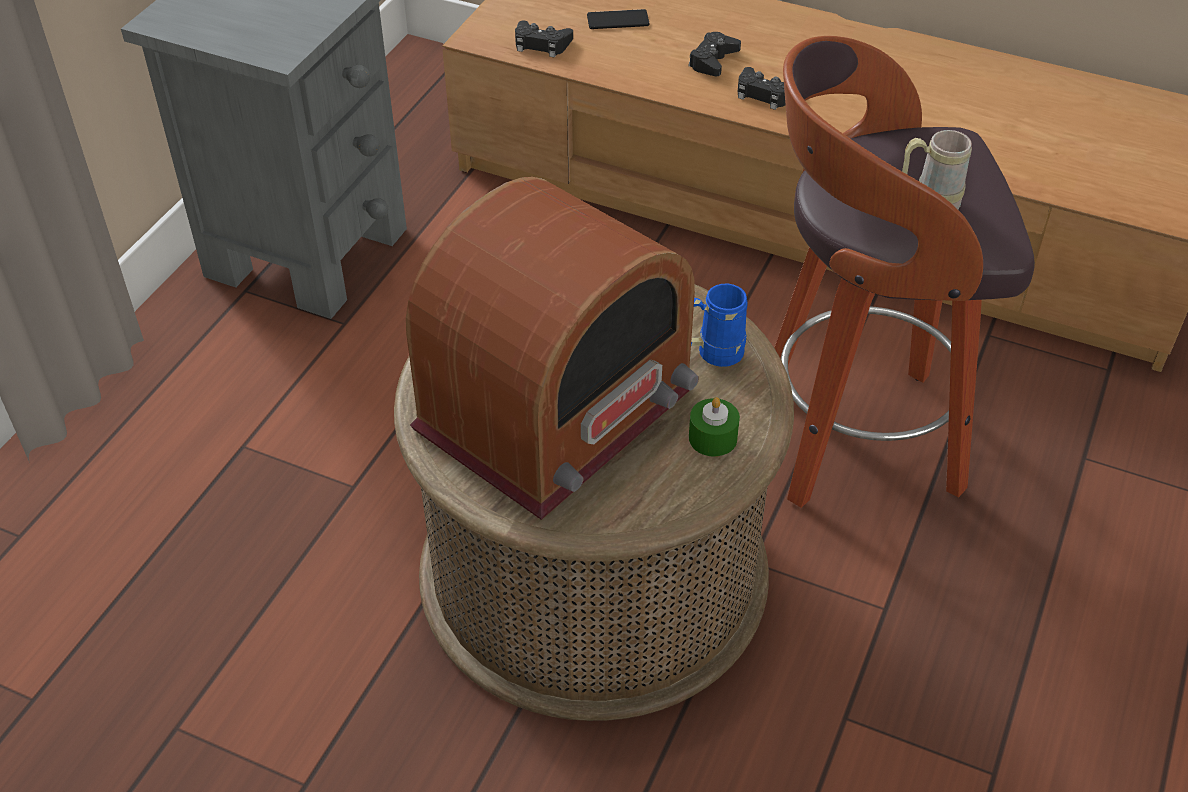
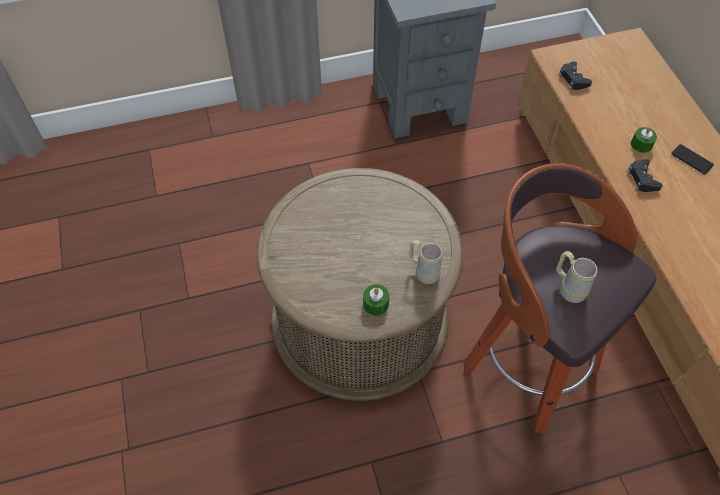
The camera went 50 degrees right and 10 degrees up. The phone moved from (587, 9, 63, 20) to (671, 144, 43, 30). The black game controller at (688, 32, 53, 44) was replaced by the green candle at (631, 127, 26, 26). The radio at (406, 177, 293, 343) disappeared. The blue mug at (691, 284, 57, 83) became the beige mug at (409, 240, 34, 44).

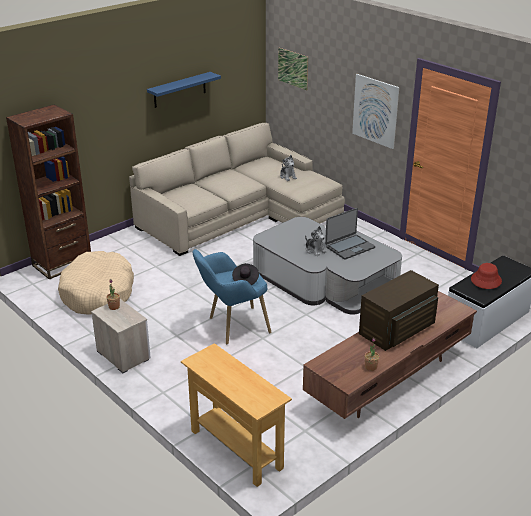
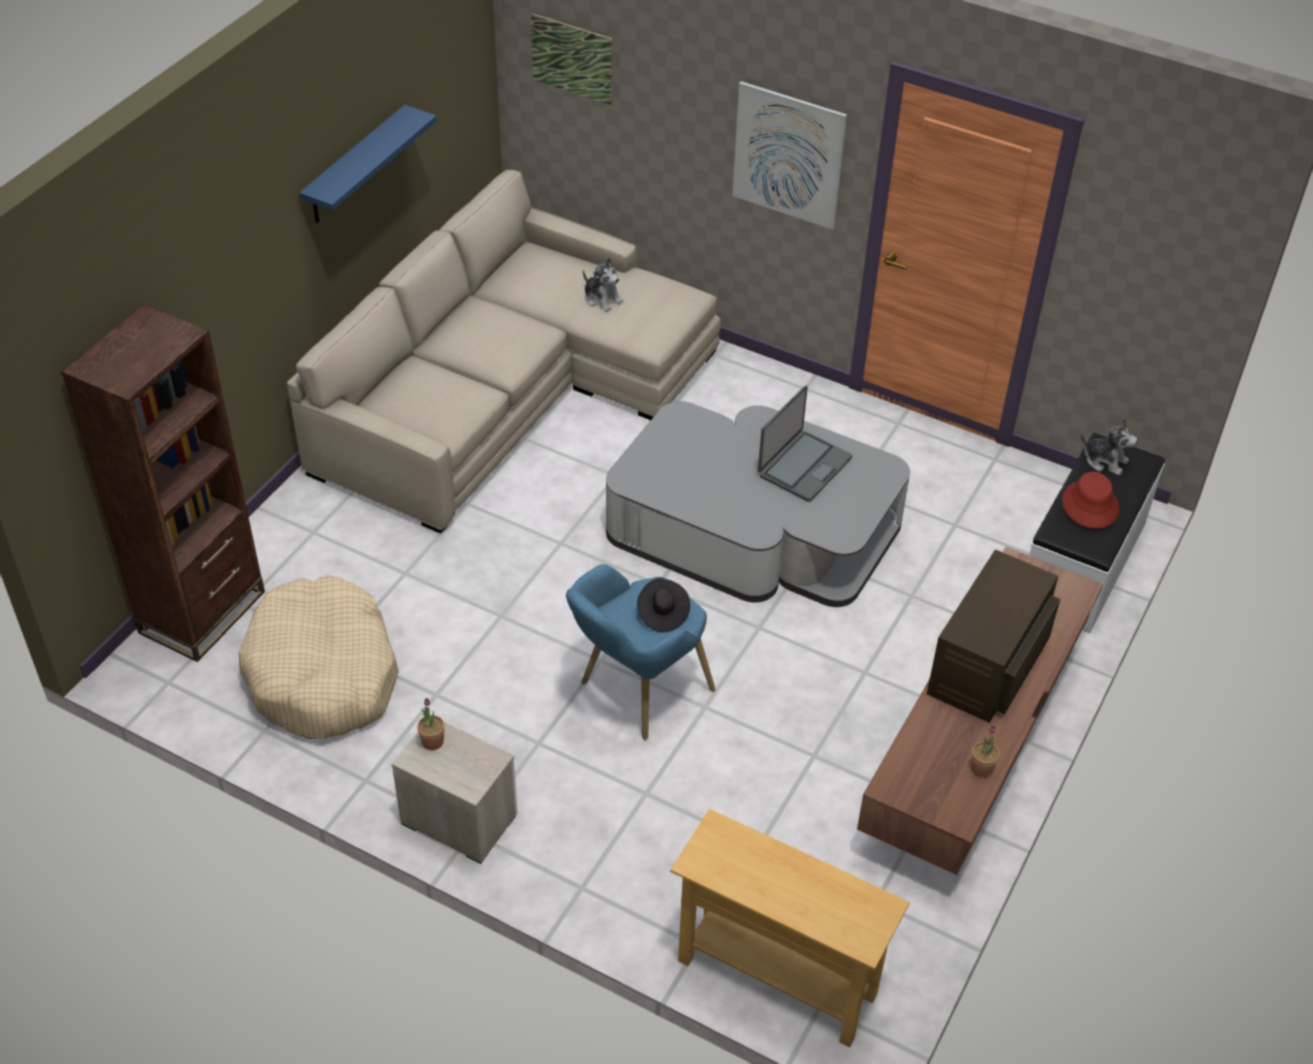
The camera went 20 degrees left and 15 degrees up. The plush toy moved from (305, 226, 22, 30) to (1081, 419, 57, 56).

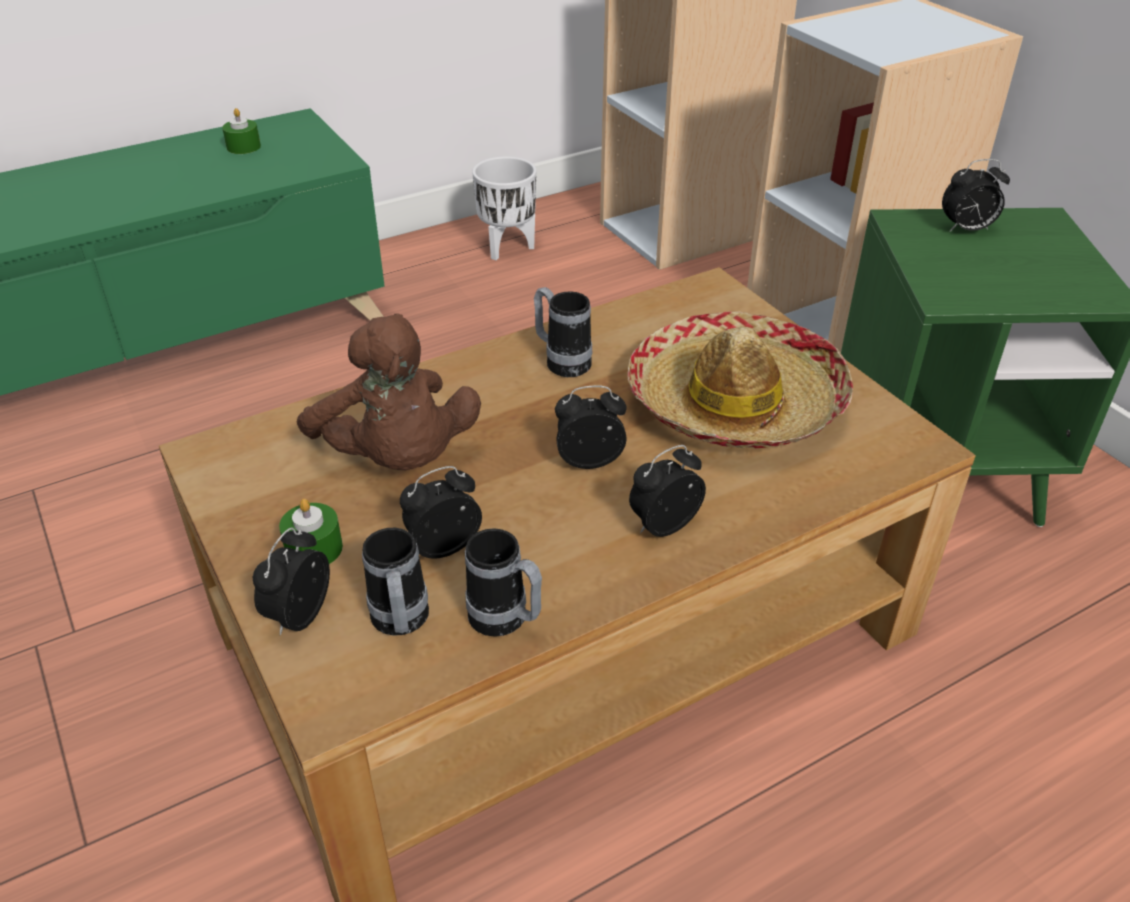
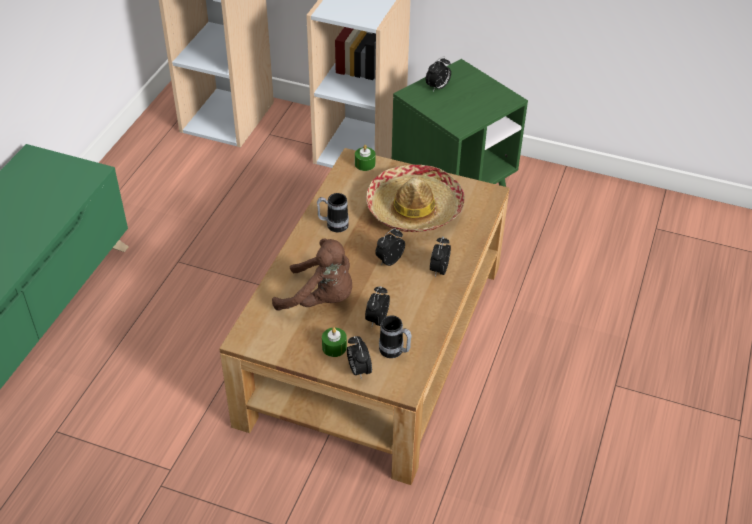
The camera went 40 degrees left and 5 degrees up. The green candle moved from (222, 108, 39, 46) to (355, 145, 20, 26). The white planter at (472, 157, 64, 103) disappeared. The mug at (465, 528, 77, 109) disappeared.

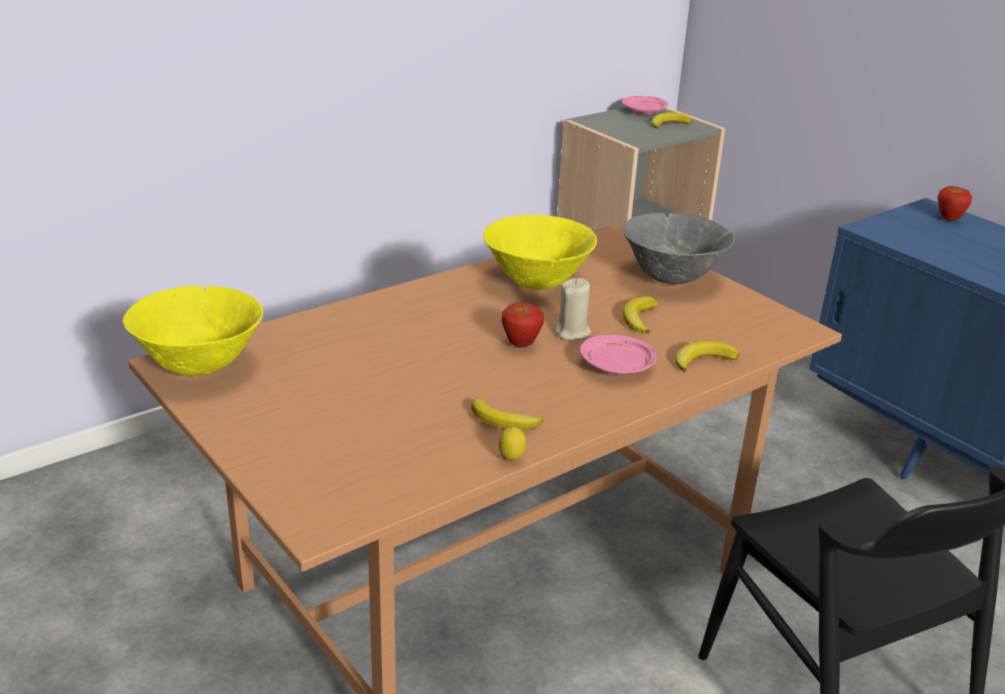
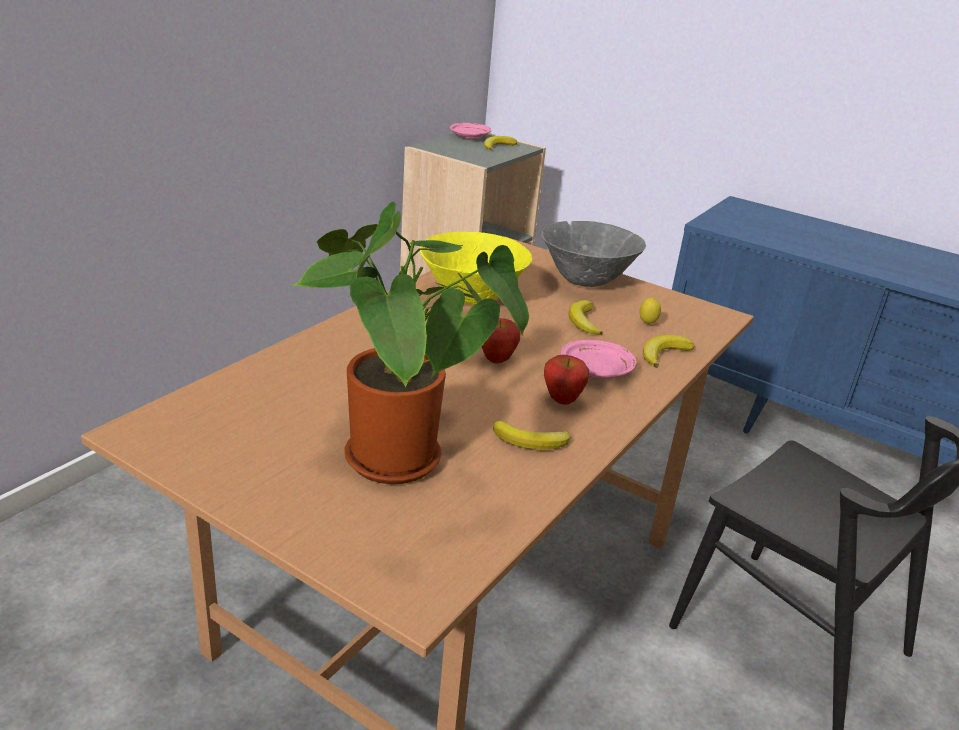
The camera went 20 degrees left and 0 degrees up. The apple moved from (938, 186, 34, 35) to (544, 355, 45, 50). The beige candle at (554, 278, 37, 62) disappeared. The yellow bowl at (123, 286, 141, 90) disappeared. The lemon moved from (499, 427, 27, 34) to (639, 297, 22, 28). The potted plant at (291, 202, 238, 282) appeared.

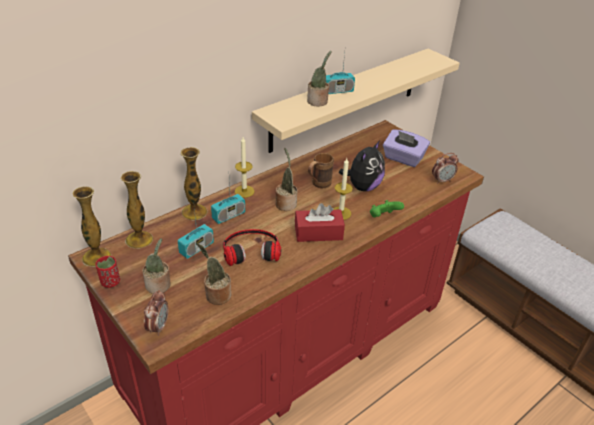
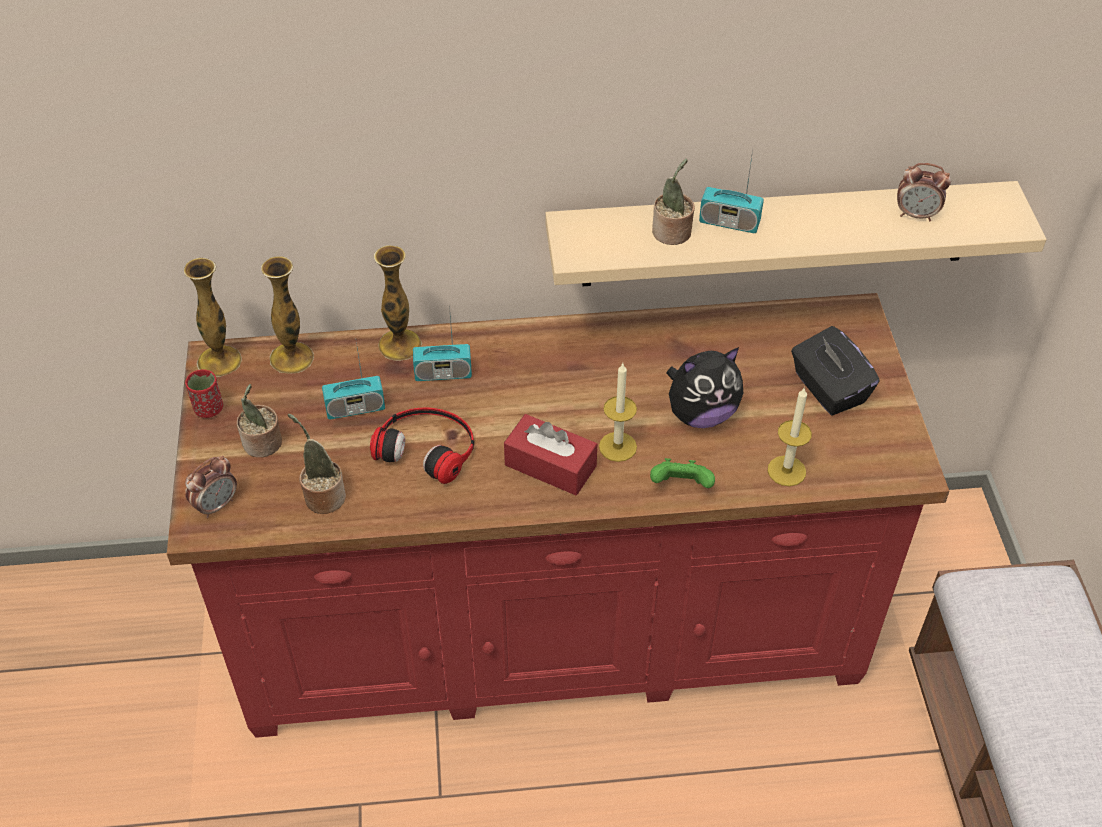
The camera went 35 degrees right and 10 degrees up. The purple tissue box at (383, 130, 47, 37) became the black tissue box at (791, 326, 88, 90). The candle moved from (235, 137, 19, 61) to (768, 387, 44, 99). The potted plant at (276, 148, 21, 63) disappeared. The brown mug at (308, 153, 26, 35) disappeared. The alarm clock moved from (432, 153, 27, 31) to (897, 163, 54, 58).

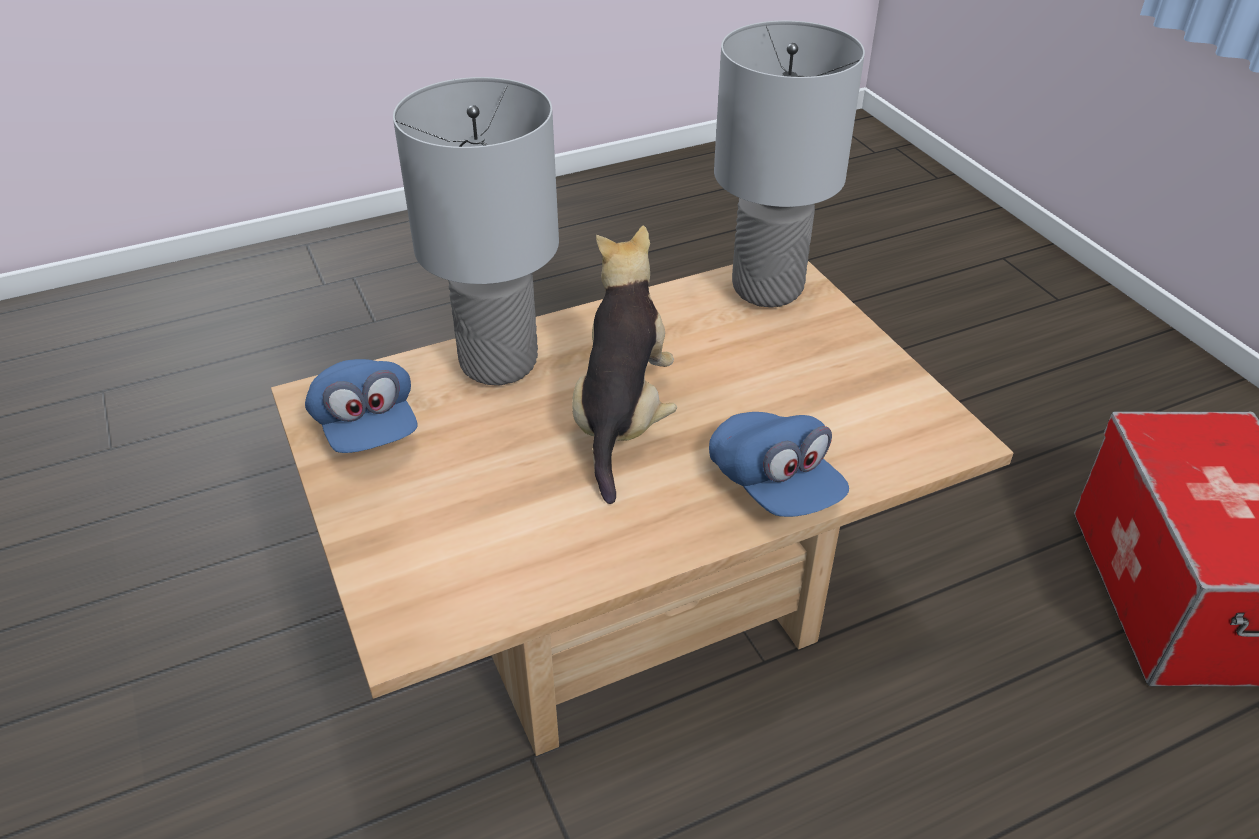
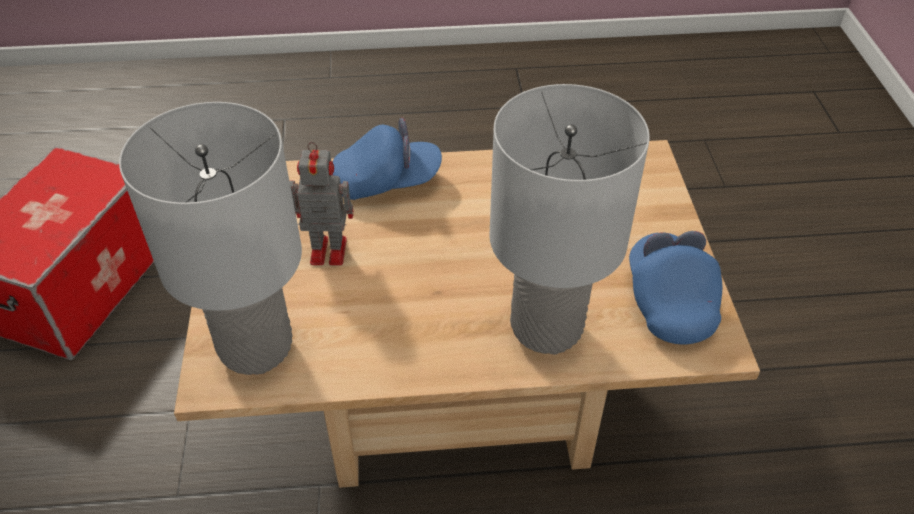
The camera went 160 degrees left and 5 degrees up. The plush toy at (572, 226, 105, 278) disappeared. The blue cap at (709, 412, 140, 105) turned 90 degrees clockwise. The toy robot at (290, 142, 64, 124) appeared.

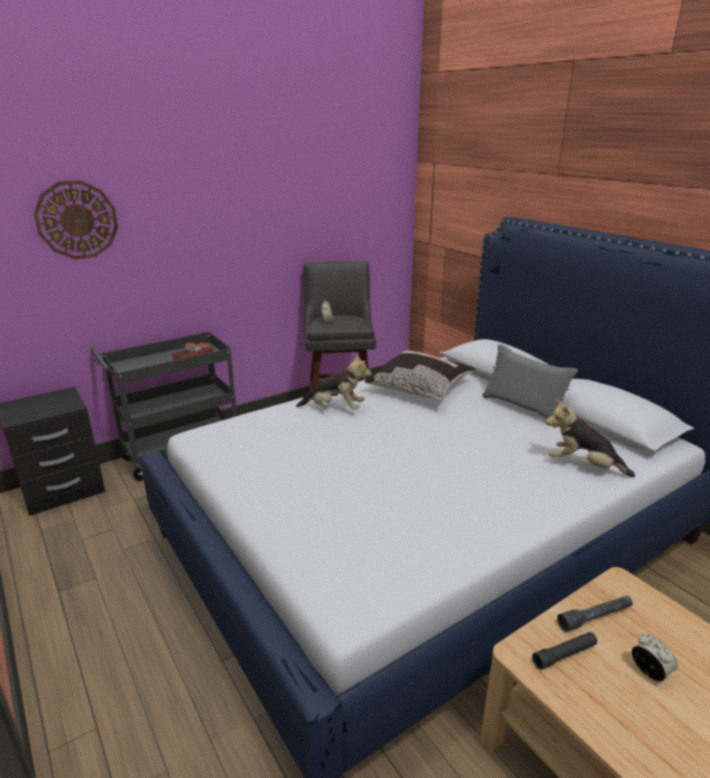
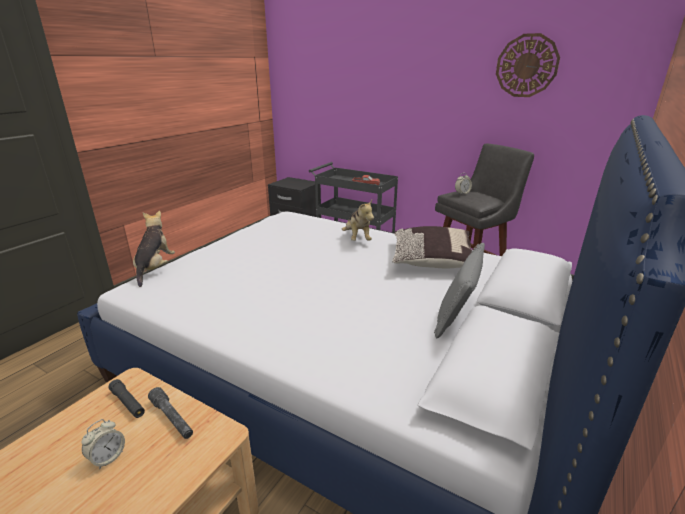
The camera went 65 degrees right and 0 degrees up. The wall clock moved from (33, 180, 85, 79) to (496, 33, 64, 64). The plush toy moved from (545, 399, 90, 78) to (133, 211, 42, 76).

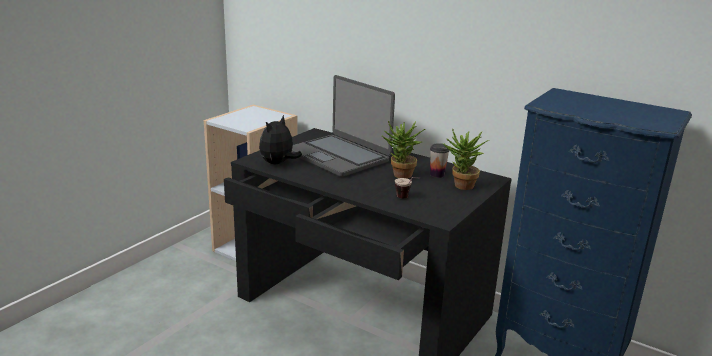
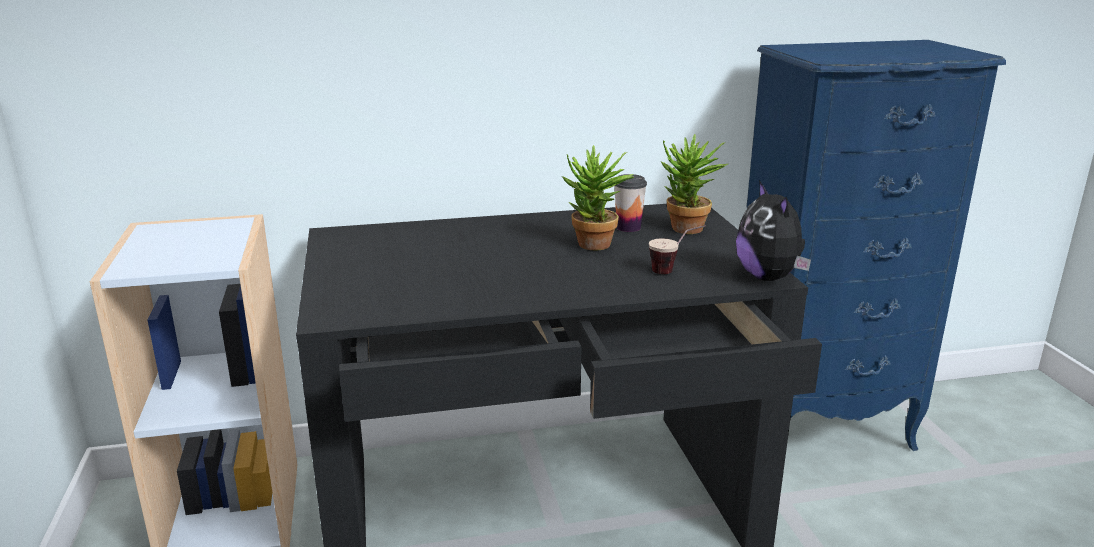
The camera went 45 degrees left and 0 degrees up. The laptop at (291, 75, 104, 102) disappeared. The plush toy moved from (259, 115, 43, 49) to (736, 180, 75, 101).

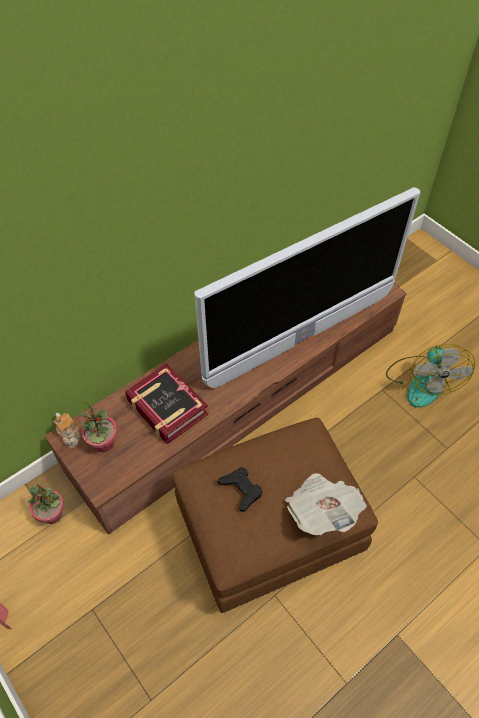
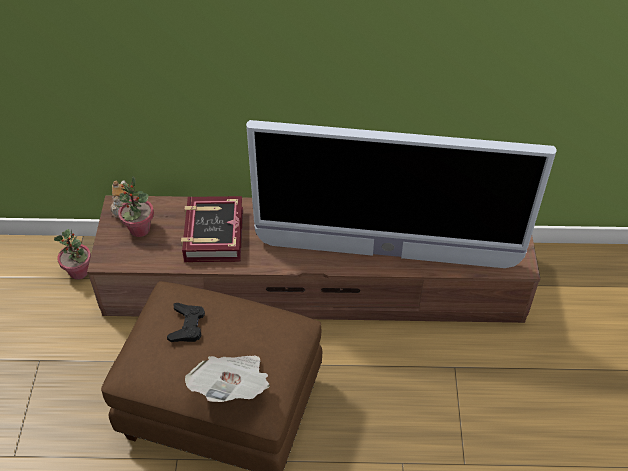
The camera went 40 degrees right and 5 degrees down. The fan at (386, 344, 89, 64) disappeared.

